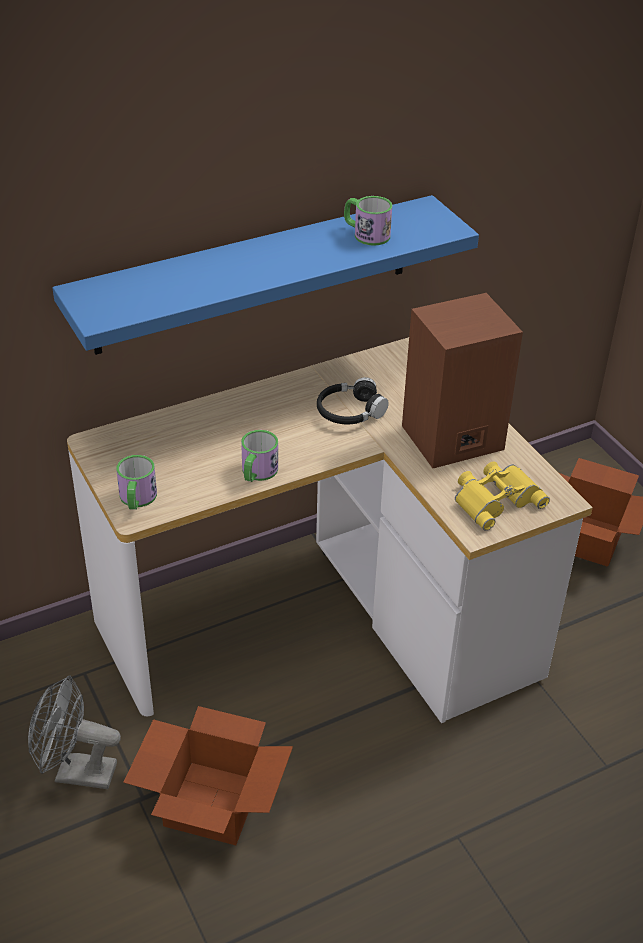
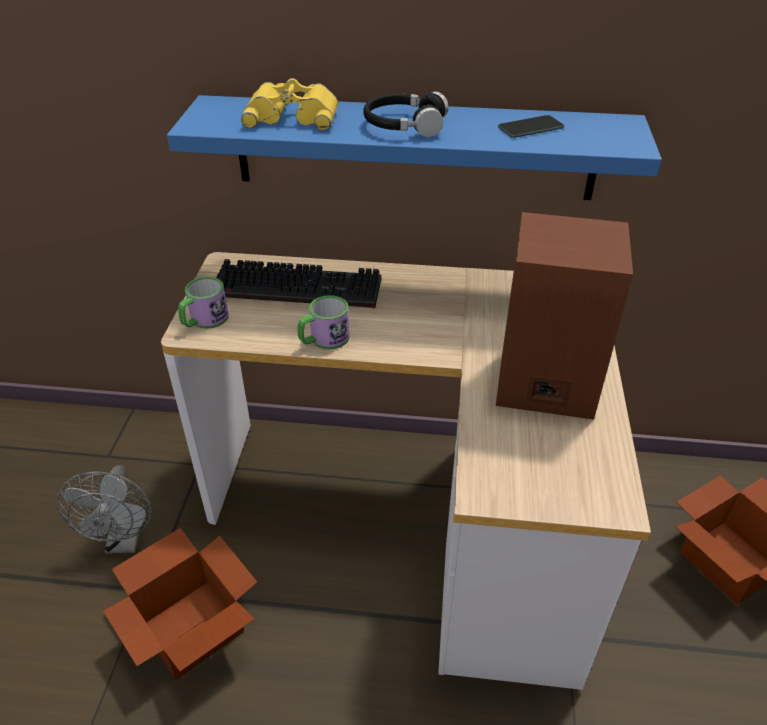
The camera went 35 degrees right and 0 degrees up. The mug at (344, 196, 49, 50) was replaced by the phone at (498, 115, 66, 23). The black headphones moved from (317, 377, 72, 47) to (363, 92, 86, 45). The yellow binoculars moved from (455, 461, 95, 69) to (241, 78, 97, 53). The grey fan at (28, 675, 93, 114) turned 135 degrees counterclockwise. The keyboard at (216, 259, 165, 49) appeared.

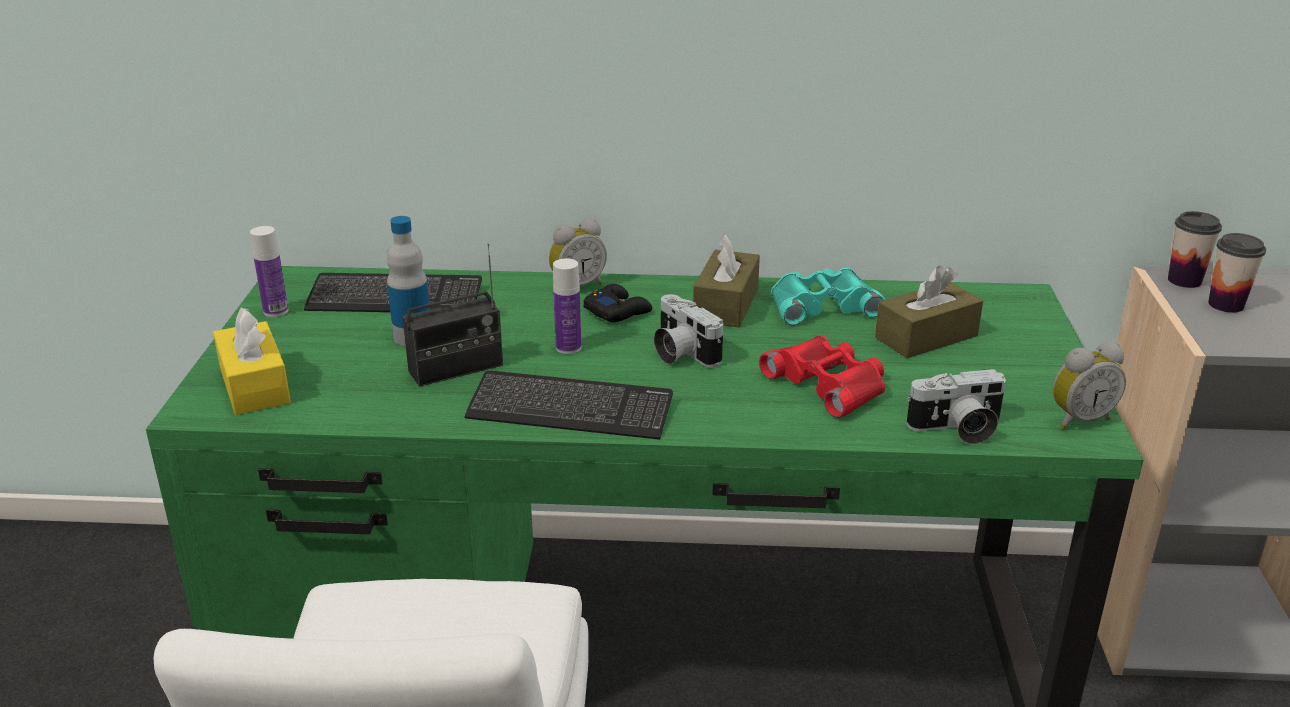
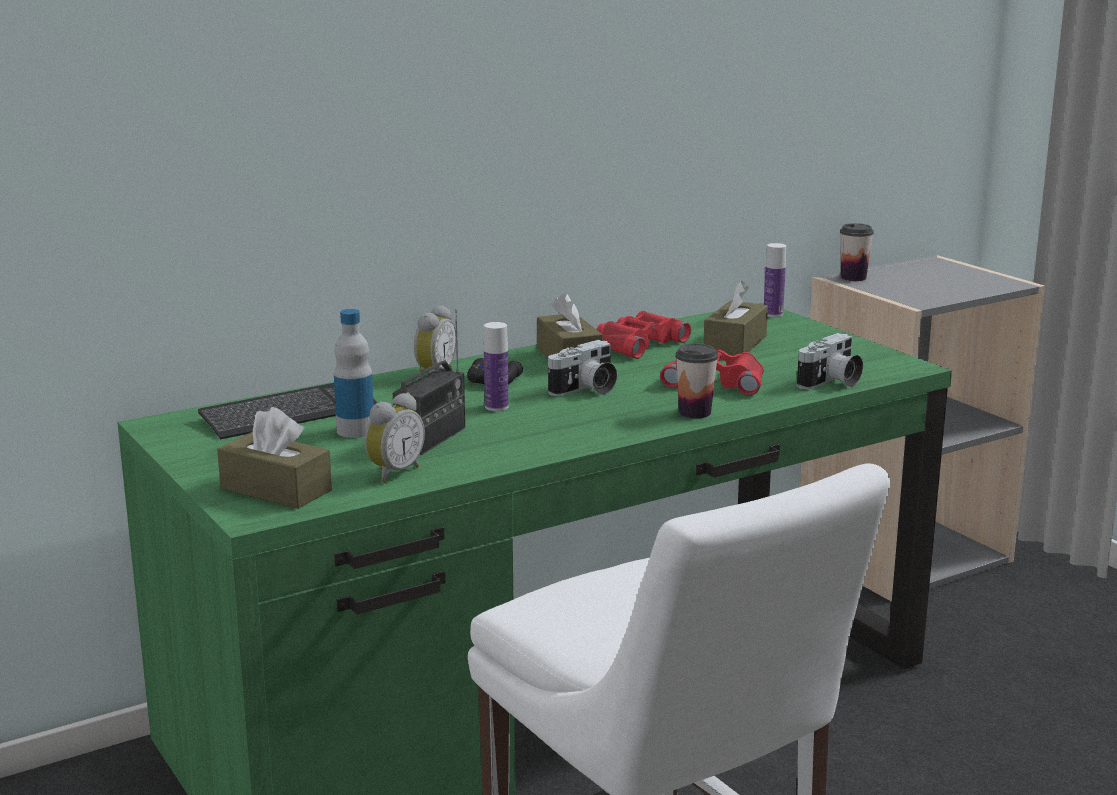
The camera went 35 degrees left and 10 degrees down. The bottle moved from (250, 226, 38, 91) to (764, 243, 22, 74). The cup moved from (1208, 233, 58, 80) to (675, 343, 43, 75). The turquoise binoculars at (771, 268, 115, 58) became the red binoculars at (596, 311, 95, 48). The photo camera at (654, 294, 69, 73) turned 60 degrees counterclockwise. The yellow tissue box at (213, 308, 78, 107) became the brown tissue box at (217, 407, 115, 102). The alarm clock moved from (1052, 342, 74, 88) to (364, 392, 61, 91). The keyboard at (465, 371, 208, 69) disappeared.

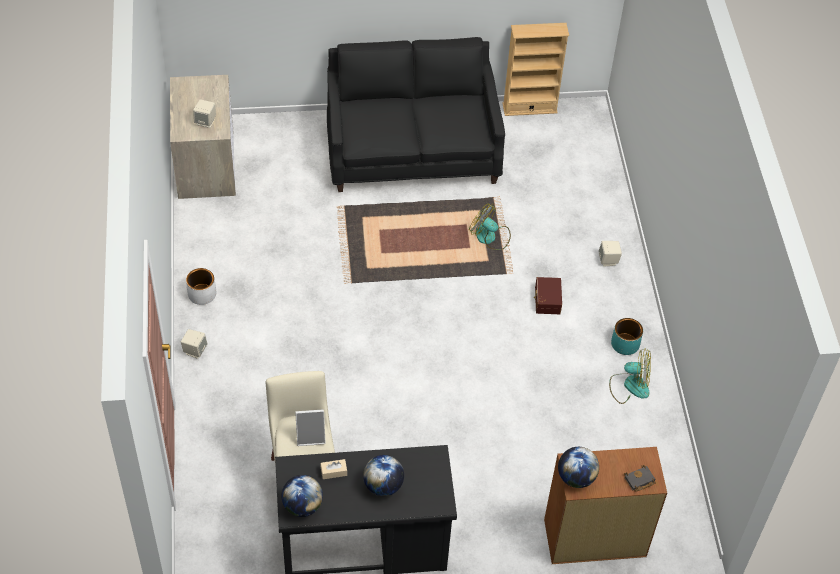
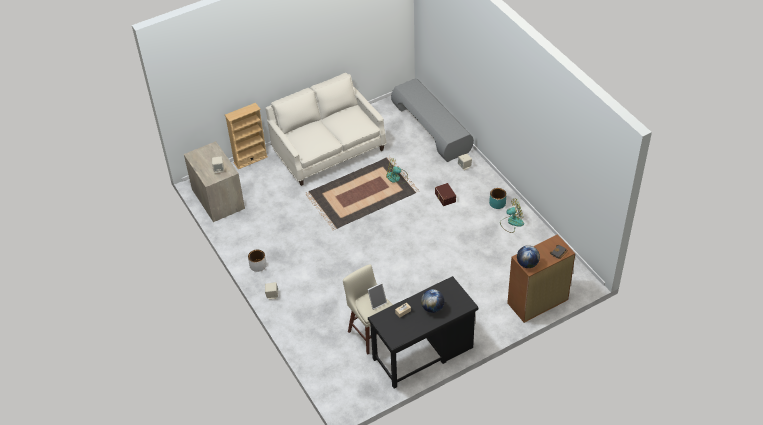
The camera went 20 degrees left and 5 degrees down. The beige bookcase moved from (502, 23, 67, 93) to (225, 103, 43, 66). The black sofa at (327, 37, 178, 155) became the white sofa at (265, 73, 121, 113). The globe at (281, 475, 42, 42) disappeared. The grey bench at (391, 78, 83, 84) appeared.

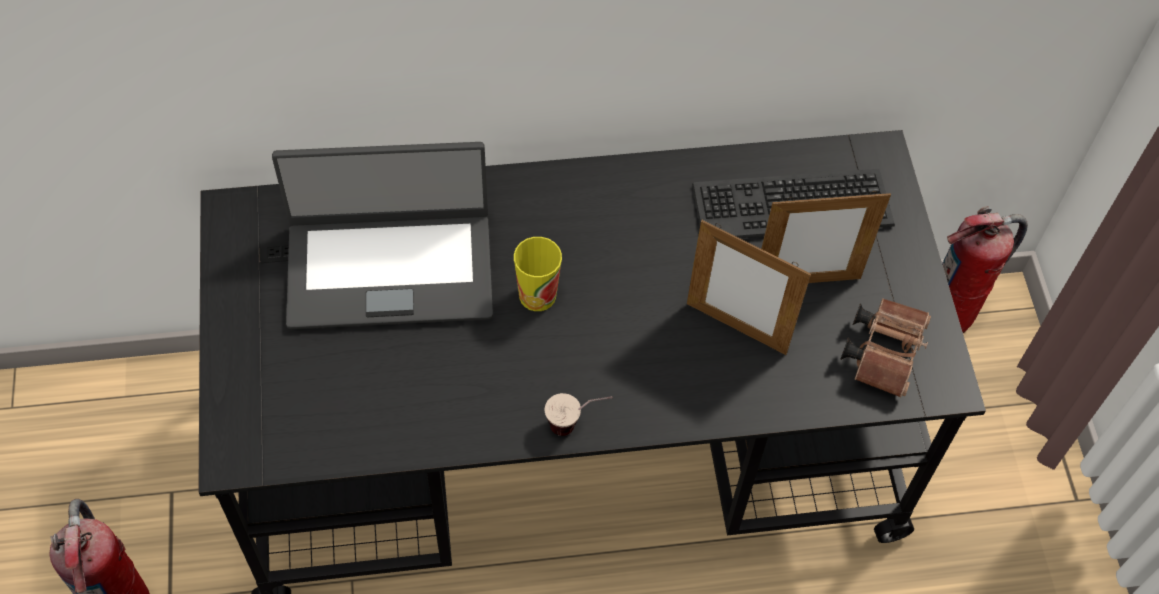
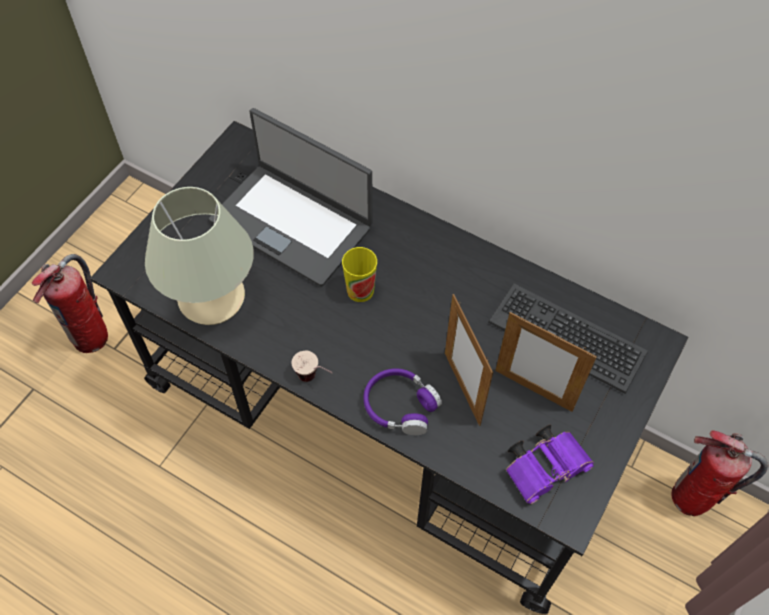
The camera went 40 degrees right and 0 degrees up. The brown binoculars at (840, 298, 91, 100) became the purple binoculars at (506, 425, 88, 79). The beige table lamp at (145, 187, 109, 138) appeared. The purple headphones at (364, 369, 78, 66) appeared.

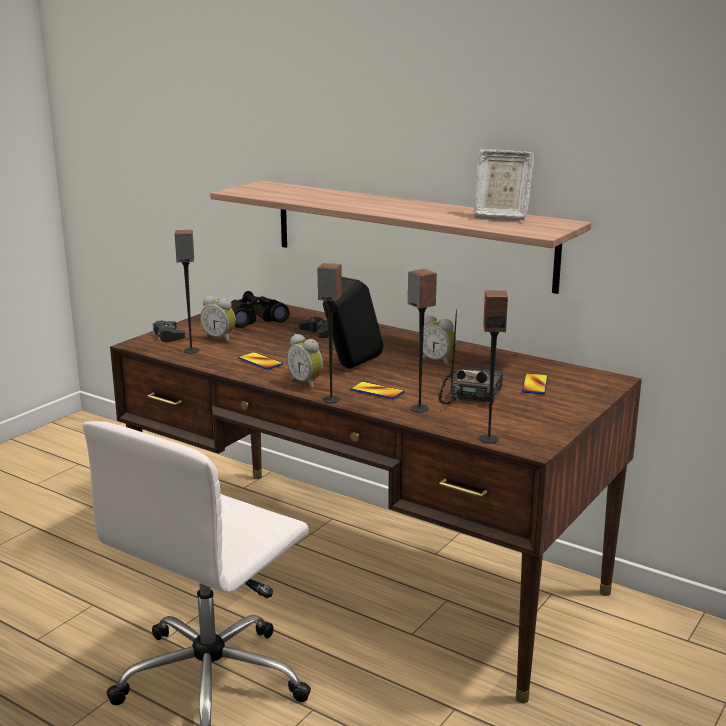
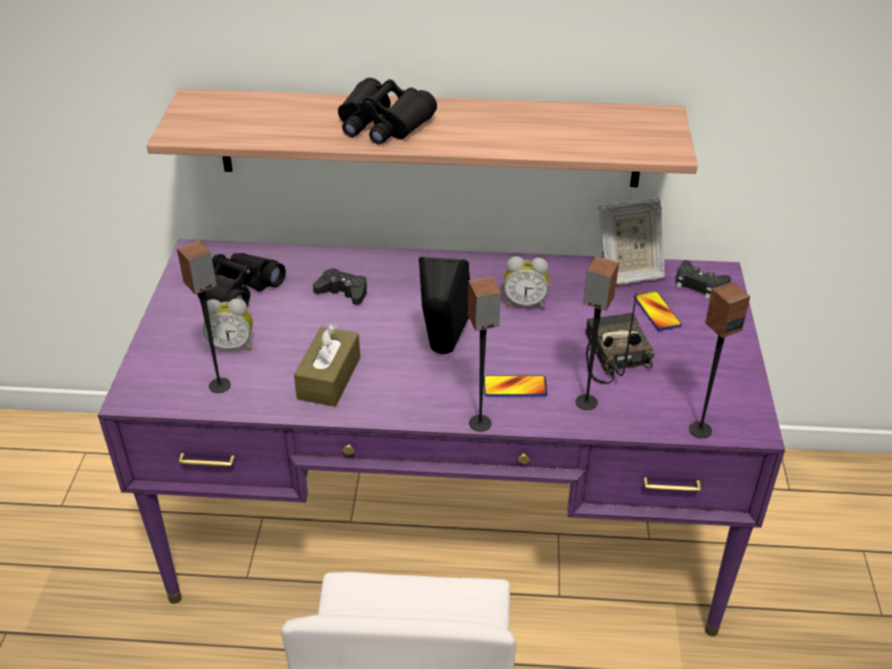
The camera went 30 degrees left and 20 degrees up. The picture frame moved from (473, 149, 61, 71) to (598, 198, 67, 87). The brown desk at (110, 299, 532, 404) became the purple desk at (98, 239, 687, 397). The black game controller moved from (153, 320, 33, 22) to (676, 260, 55, 39). The alarm clock at (286, 334, 37, 55) disappeared. The phone at (238, 352, 45, 18) was replaced by the brown tissue box at (294, 324, 66, 83). The black binoculars at (338, 78, 99, 66) appeared.

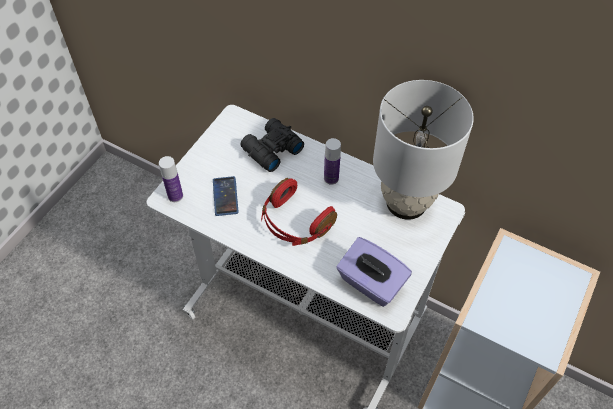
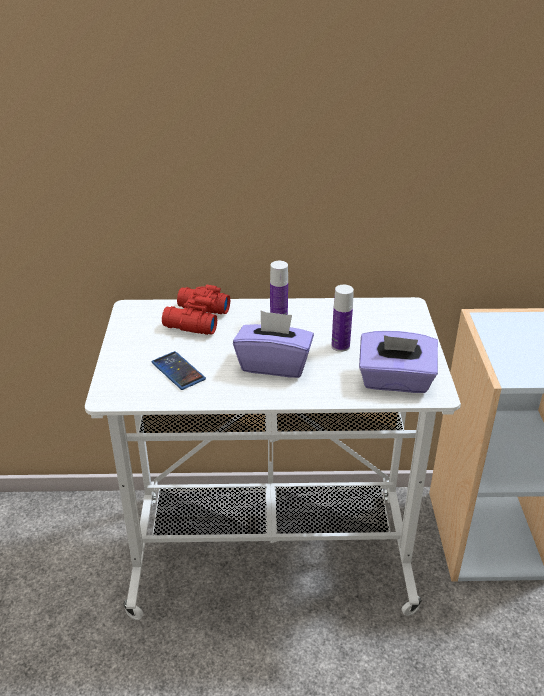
The camera went 30 degrees left and 20 degrees down. The white table lamp at (373, 80, 101, 140) disappeared. The black binoculars at (241, 118, 63, 54) became the red binoculars at (162, 285, 68, 50). The bottle moved from (159, 156, 24, 46) to (332, 285, 22, 67). The red headphones at (261, 178, 76, 68) was replaced by the purple tissue box at (233, 311, 81, 67).

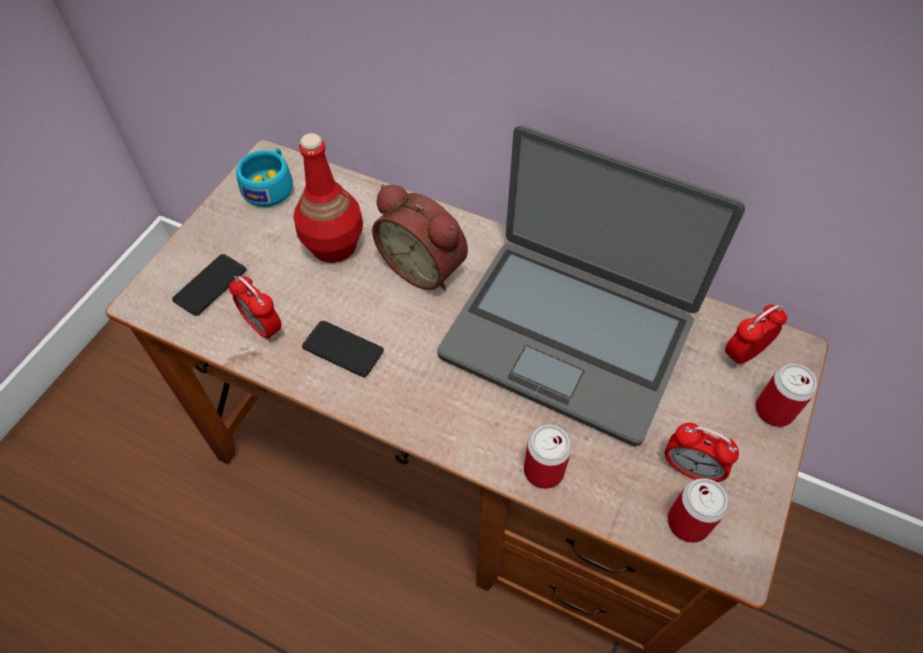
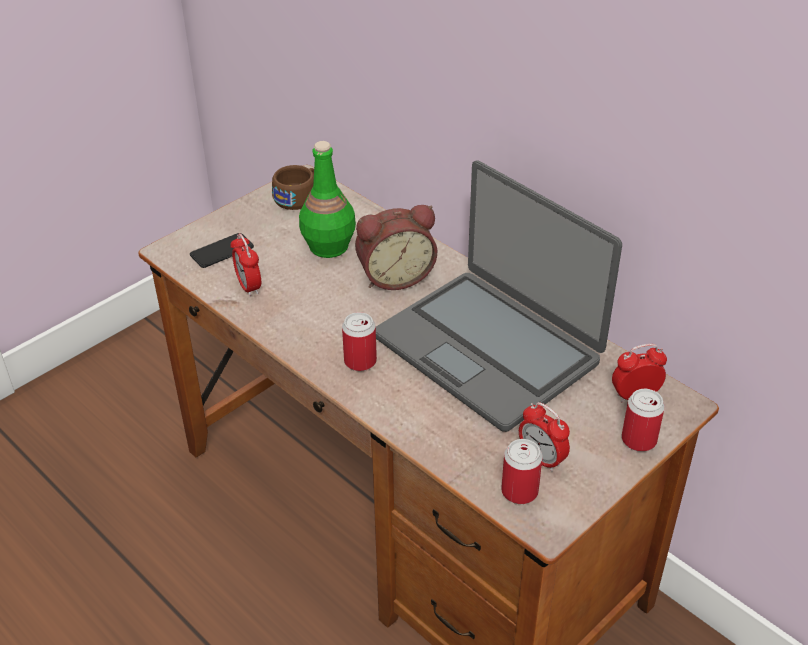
The camera went 20 degrees right and 15 degrees down. The red bottle at (293, 133, 70, 130) became the green bottle at (299, 141, 57, 117). The turquoise cup at (236, 148, 57, 59) became the brown cup at (272, 165, 42, 45). The alarm clock at (372, 184, 96, 107) turned 75 degrees counterclockwise. The phone at (302, 321, 82, 56) disappeared. The can moved from (524, 425, 48, 64) to (342, 312, 35, 59).

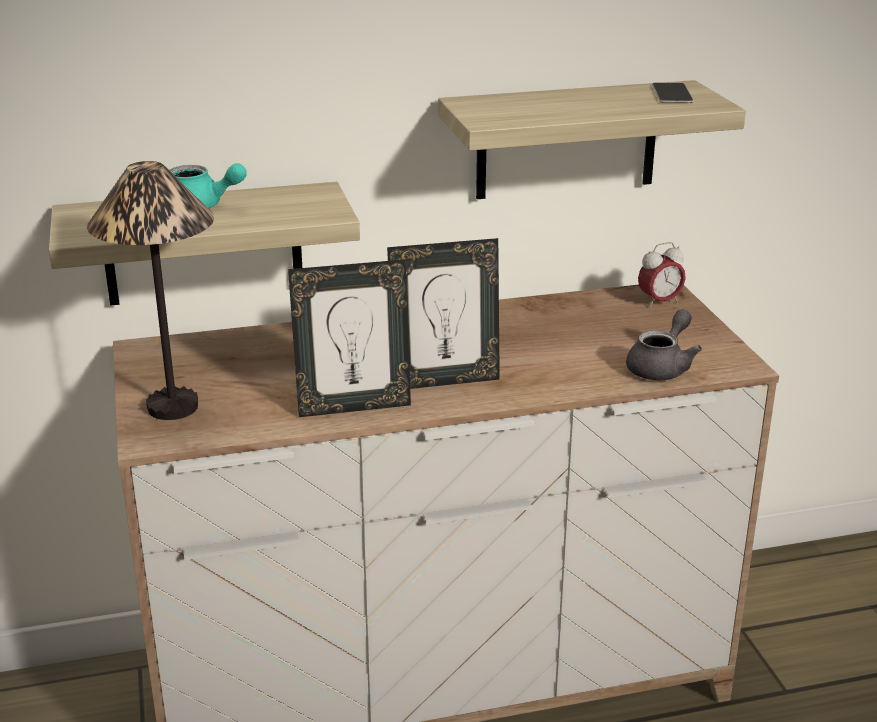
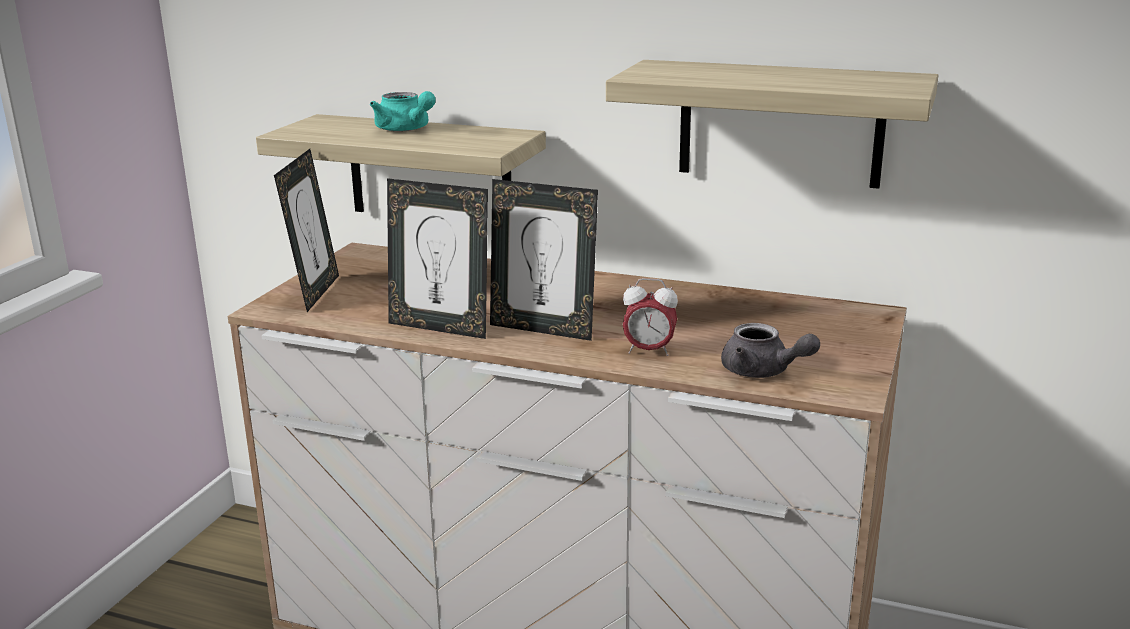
The camera went 35 degrees right and 5 degrees down. The phone at (652, 83, 42, 20) disappeared. The table lamp at (87, 161, 127, 259) was replaced by the picture frame at (274, 149, 65, 163). The alarm clock moved from (638, 242, 48, 66) to (623, 278, 55, 78). The grey teapot at (626, 310, 76, 70) turned 60 degrees clockwise.

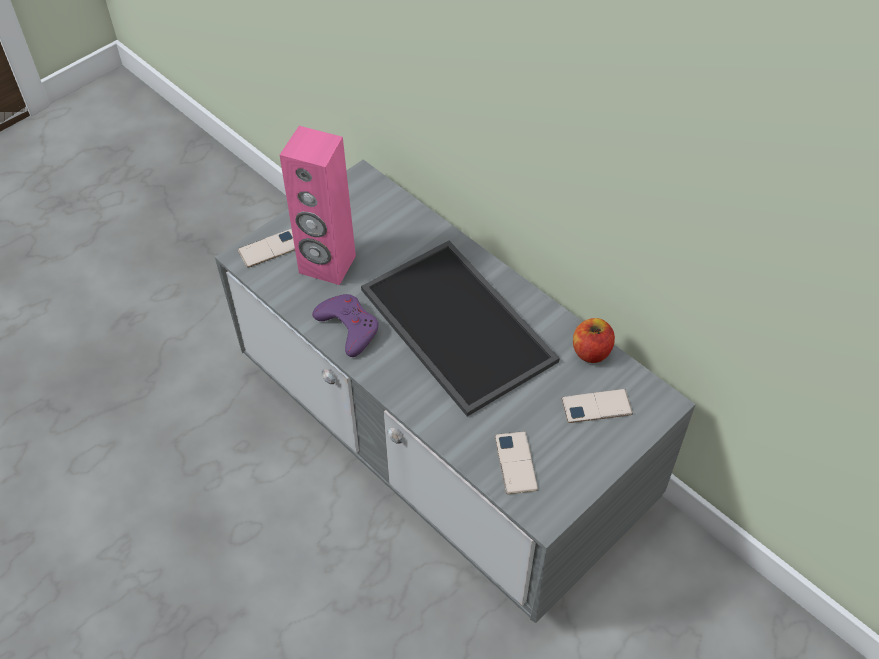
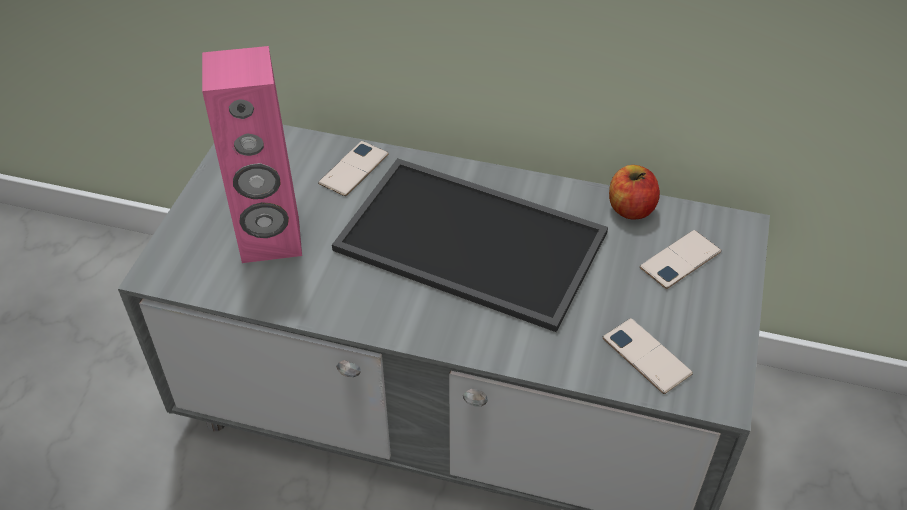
The camera went 30 degrees left and 5 degrees down. The phone moved from (237, 229, 58, 39) to (318, 141, 71, 55). The purple game controller at (312, 294, 67, 63) disappeared.

